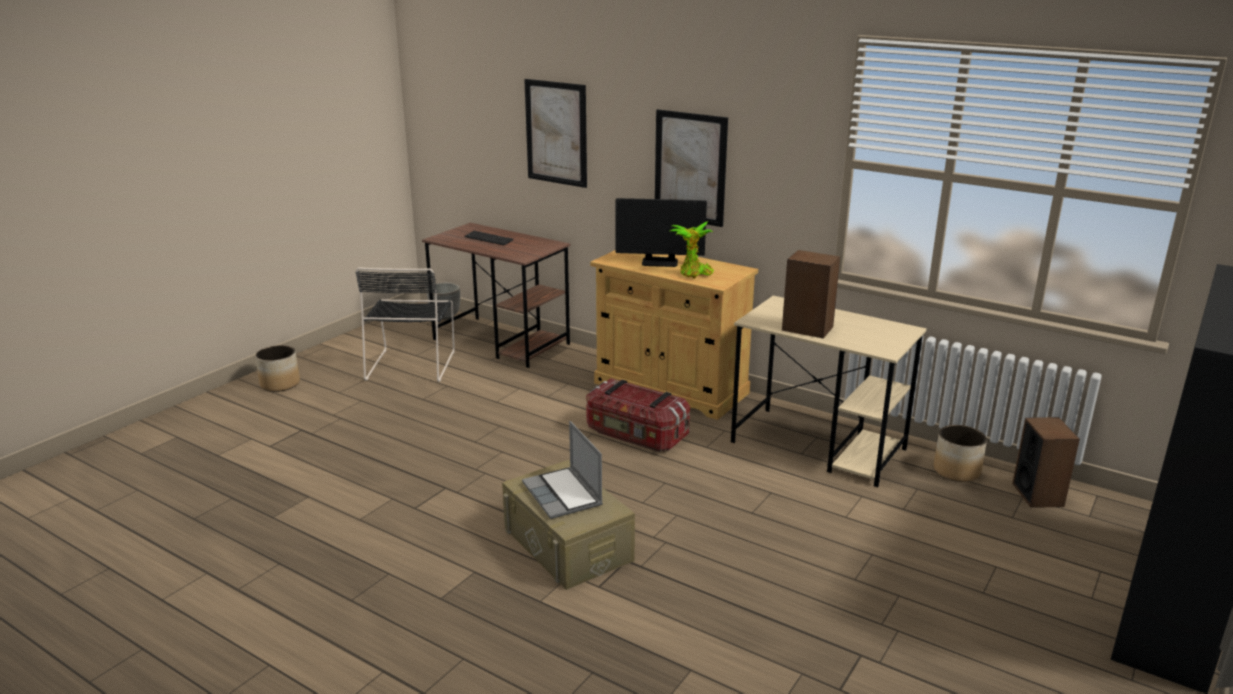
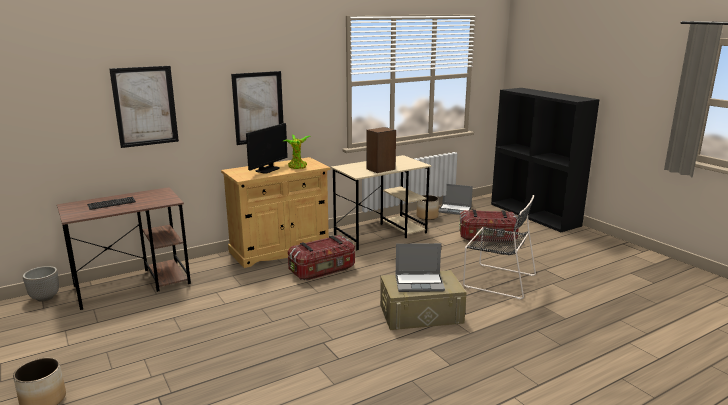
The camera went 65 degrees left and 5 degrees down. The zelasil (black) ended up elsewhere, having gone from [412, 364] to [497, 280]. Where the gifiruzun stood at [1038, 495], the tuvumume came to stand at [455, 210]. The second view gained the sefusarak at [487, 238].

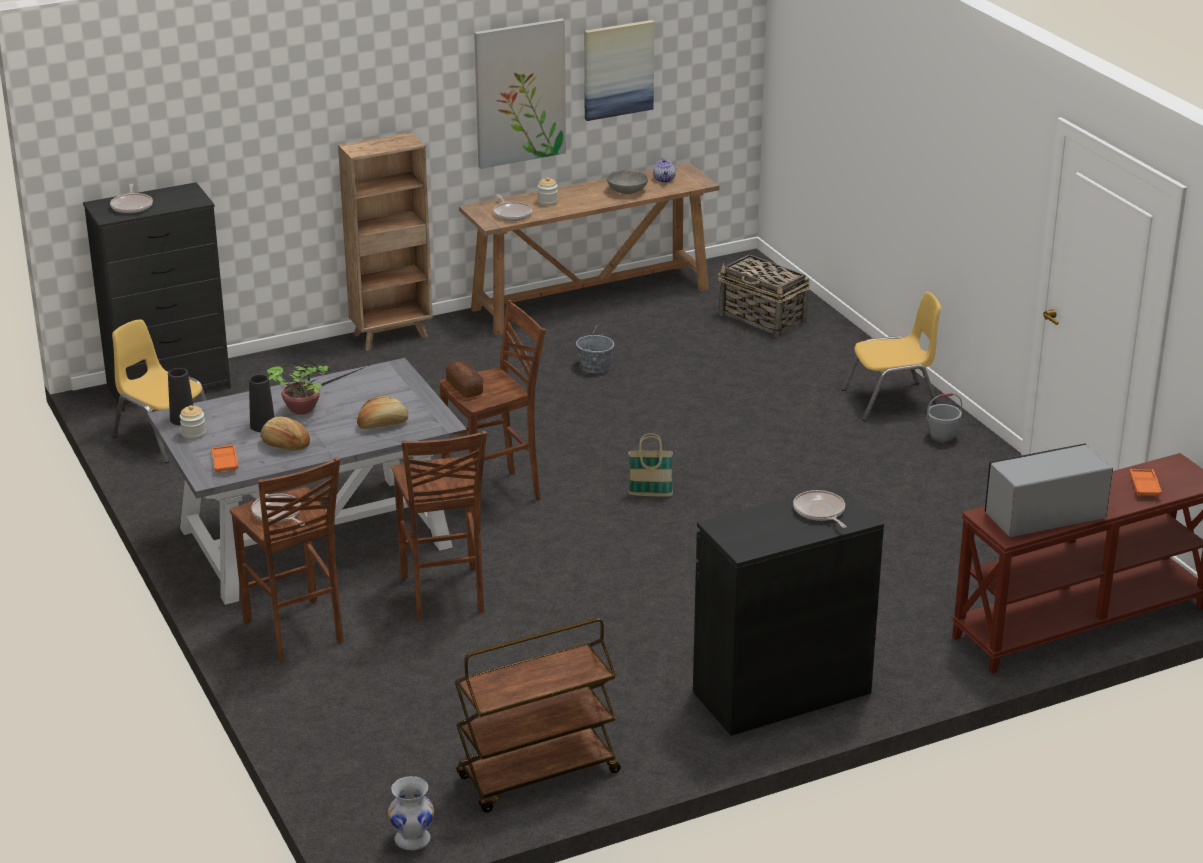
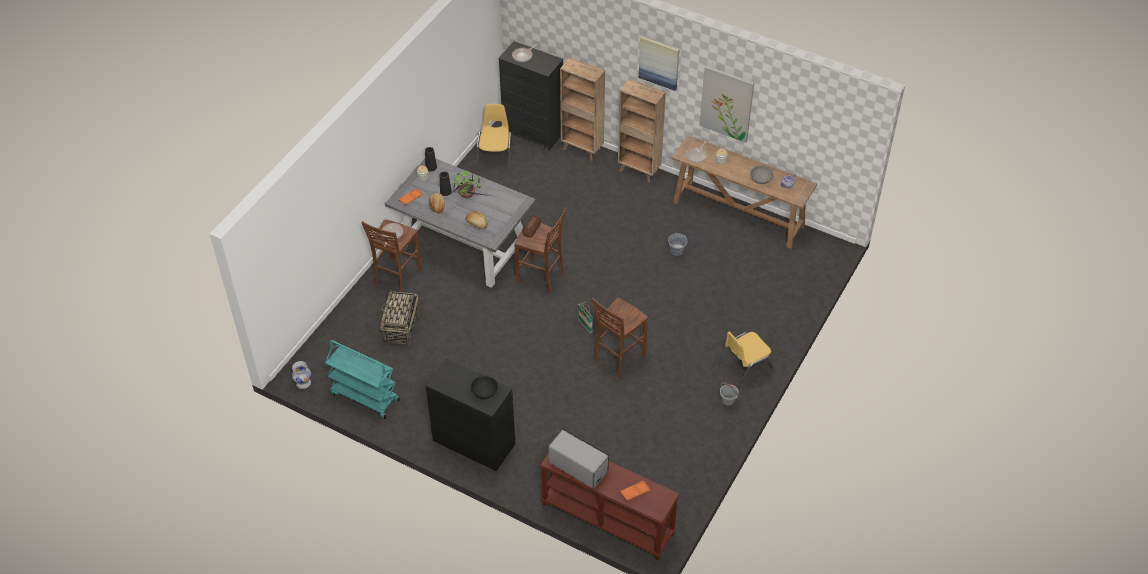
The camera went 55 degrees right and 20 degrees up. The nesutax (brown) ended up elsewhere, having gone from [443, 596] to [618, 358]. What was the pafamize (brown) at [537, 776] turned into the pafamize (turquoise) at [364, 397]. The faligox ended up elsewhere, having gone from [618, 69] to [659, 62]. The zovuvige ended up elsewhere, having gone from [763, 318] to [401, 328]. Where the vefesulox stood at [820, 512], the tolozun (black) came to stand at [484, 392]. The zelasil (yellow) at [891, 401] ended up facing another way, 105 degrees clockwise from before. The second view gained the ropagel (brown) at [582, 149].

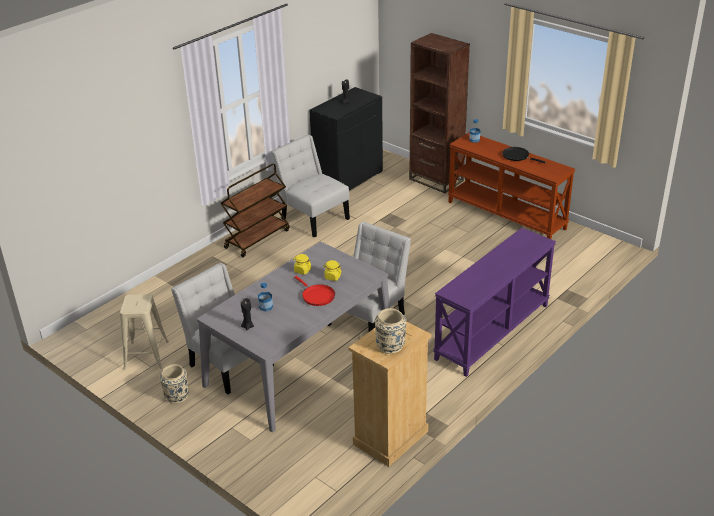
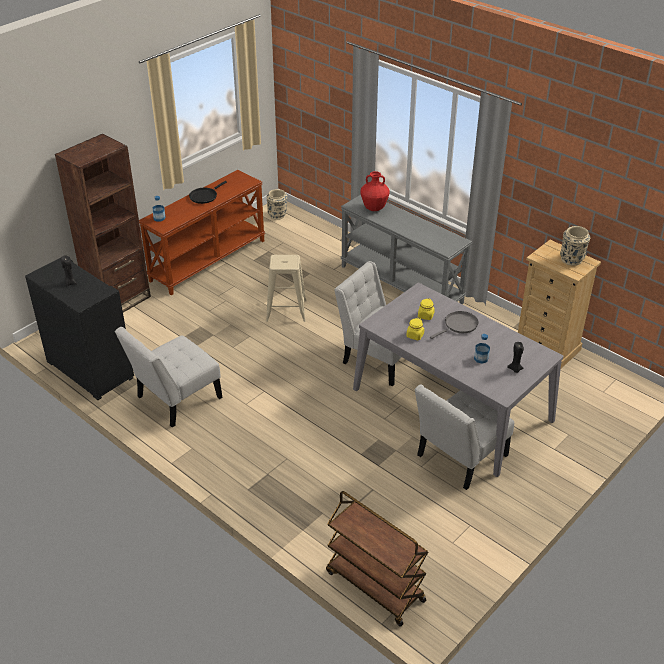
The camera went 90 degrees left and 5 degrees up. The nesutax (beige) ended up elsewhere, having gone from [146, 355] to [286, 311]. The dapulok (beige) ended up elsewhere, having gone from [177, 396] to [277, 215]. The pafamize (brown) ended up elsewhere, having gone from [257, 238] to [374, 586]. What was the vefesulox (red) at [317, 296] turned into the vefesulox (grey) at [459, 325]. What was the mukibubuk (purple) at [493, 332] turned into the mukibubuk (grey) at [402, 284]. The second view gained the dapulok (red) at [374, 208].

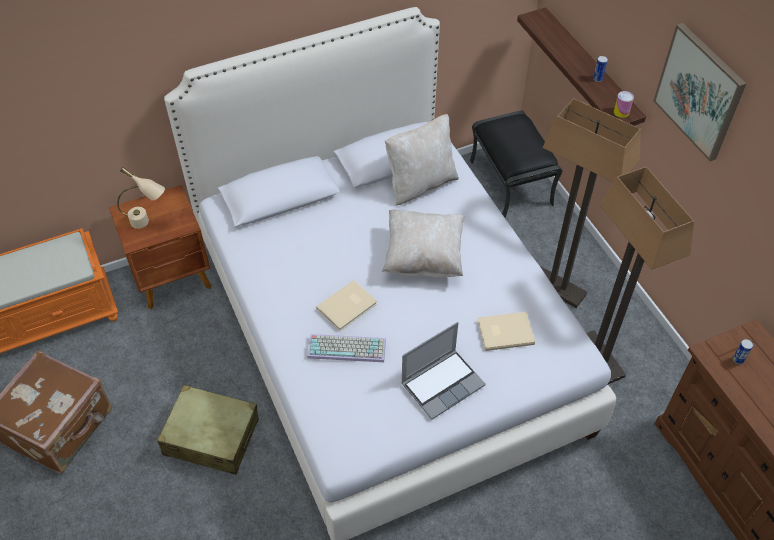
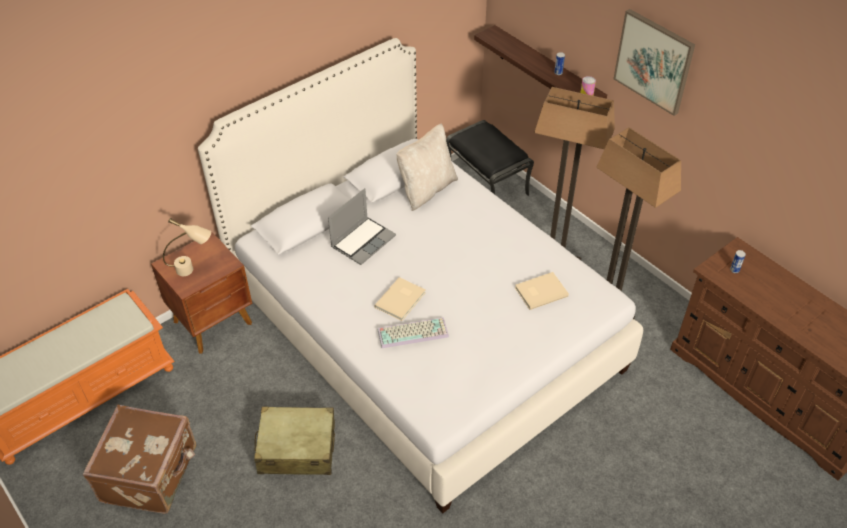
The camera went 15 degrees left and 5 degrees down. The second view lost the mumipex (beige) at [423, 257]. The tuvumume ended up elsewhere, having gone from [443, 383] to [363, 241].

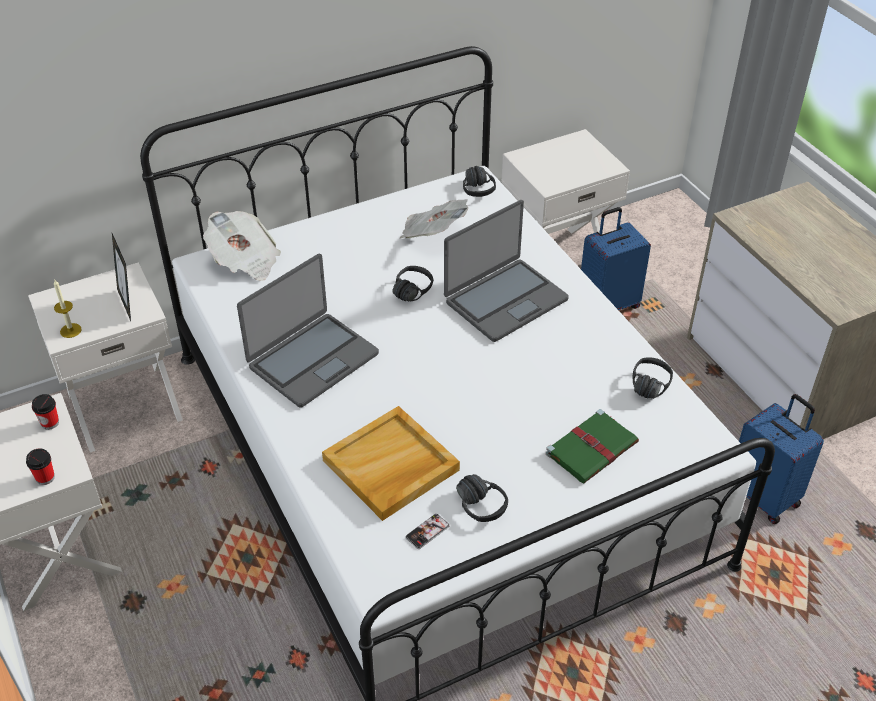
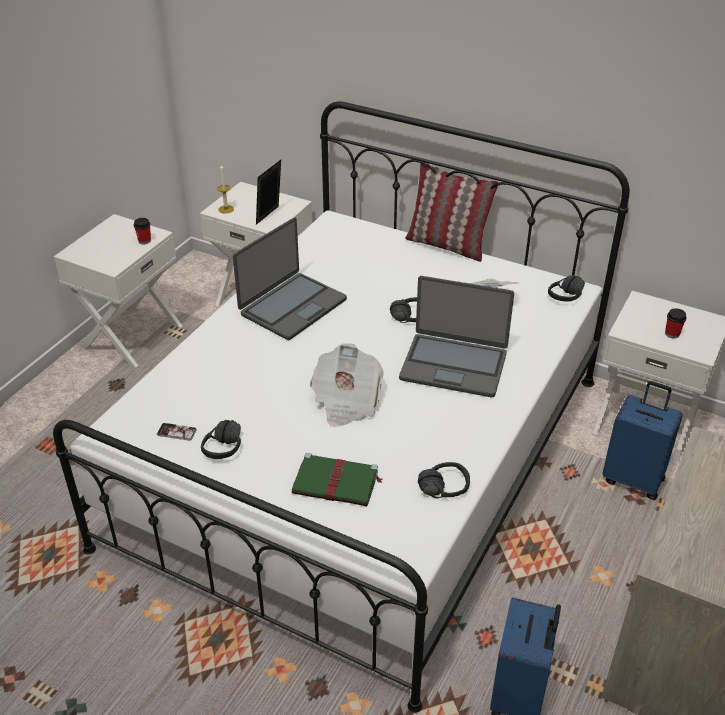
The camera went 55 degrees right and 5 degrees down. The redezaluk ended up elsewhere, having gone from [45, 478] to [672, 334]. The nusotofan ended up elsewhere, having gone from [245, 261] to [346, 401]. The tuvumume at [312, 360] ended up facing another way, 60 degrees counterclockwise from before. The second view lost the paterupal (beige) at [390, 466]. The second view gained the mumipex at [447, 245].

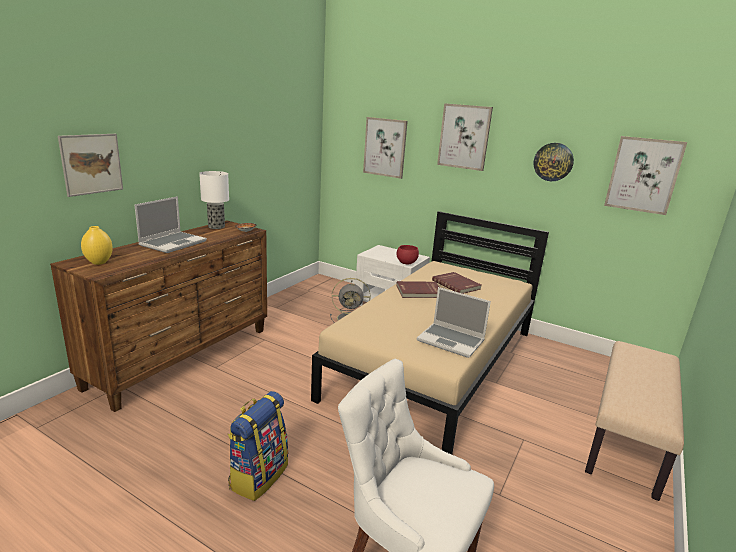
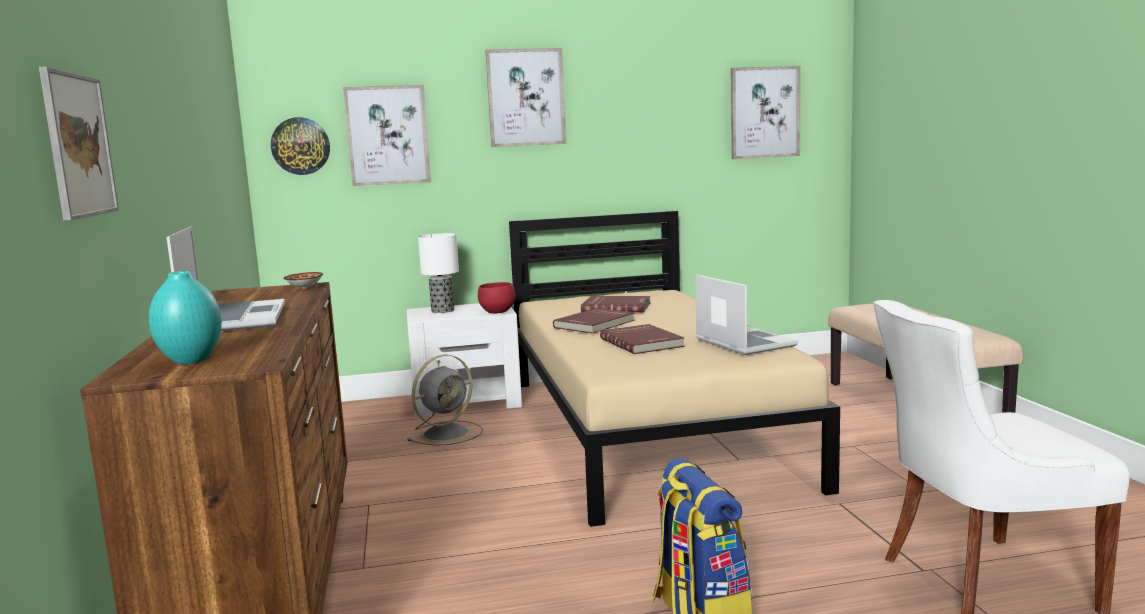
The camera went 40 degrees left and 10 degrees down. What was the dapulok (yellow) at [99, 262] turned into the dapulok (turquoise) at [192, 360]. The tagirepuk ended up elsewhere, having gone from [216, 227] to [442, 311]. The tuvumume at [451, 341] ended up facing another way, 105 degrees counterclockwise from before. The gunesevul ended up elsewhere, having gone from [553, 162] to [300, 146]. The second view gained the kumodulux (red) at [643, 342].

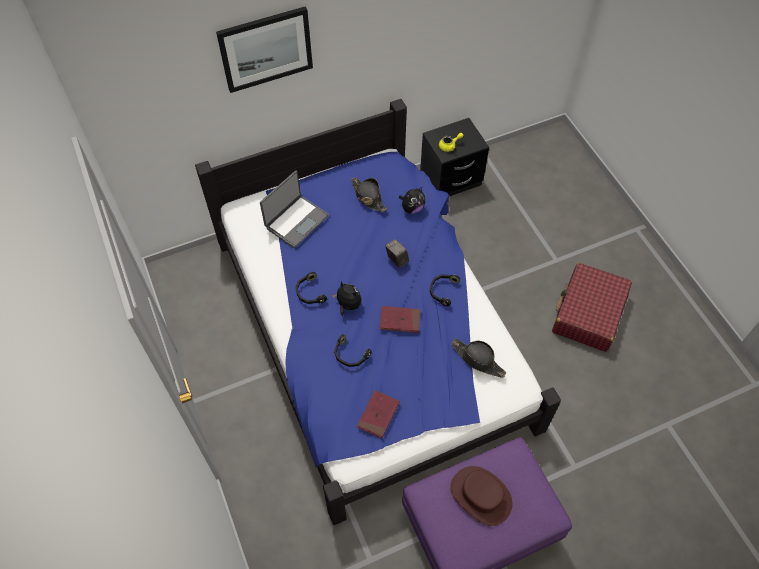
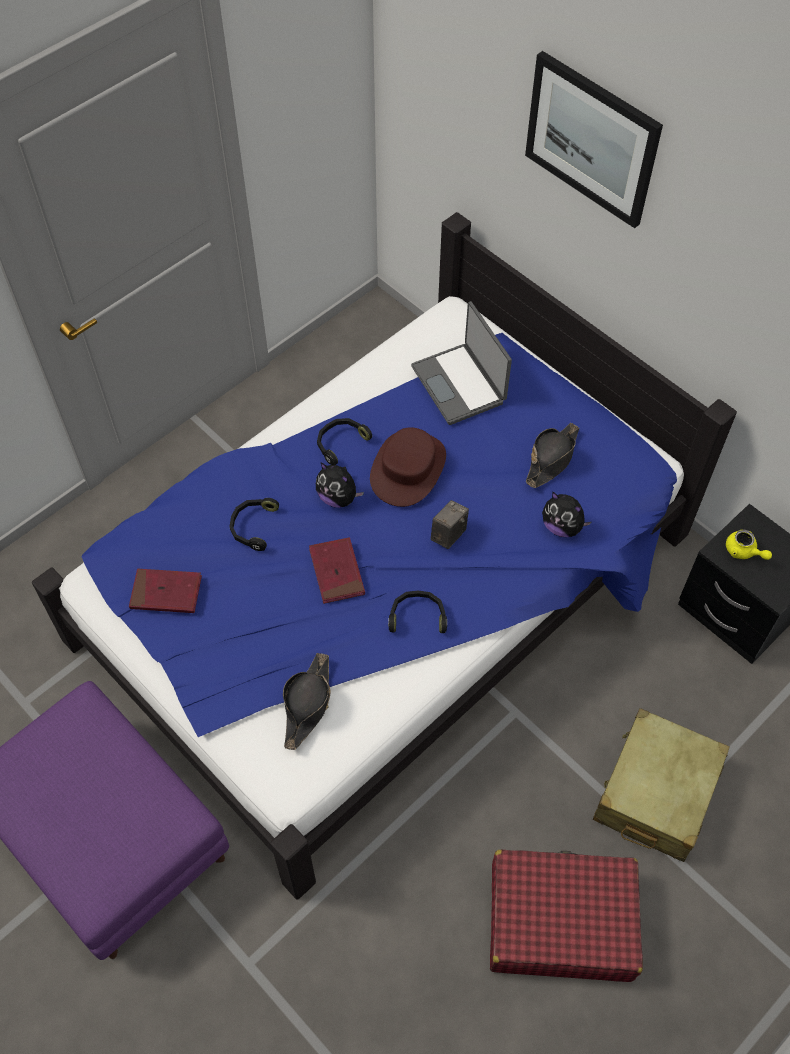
The camera went 70 degrees right and 0 degrees up. The tuvumume at [296, 221] ended up facing another way, 45 degrees clockwise from before. The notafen at [348, 305] ended up facing another way, 105 degrees clockwise from before. The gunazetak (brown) ended up elsewhere, having gone from [481, 496] to [408, 469]. The second view gained the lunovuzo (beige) at [656, 792].

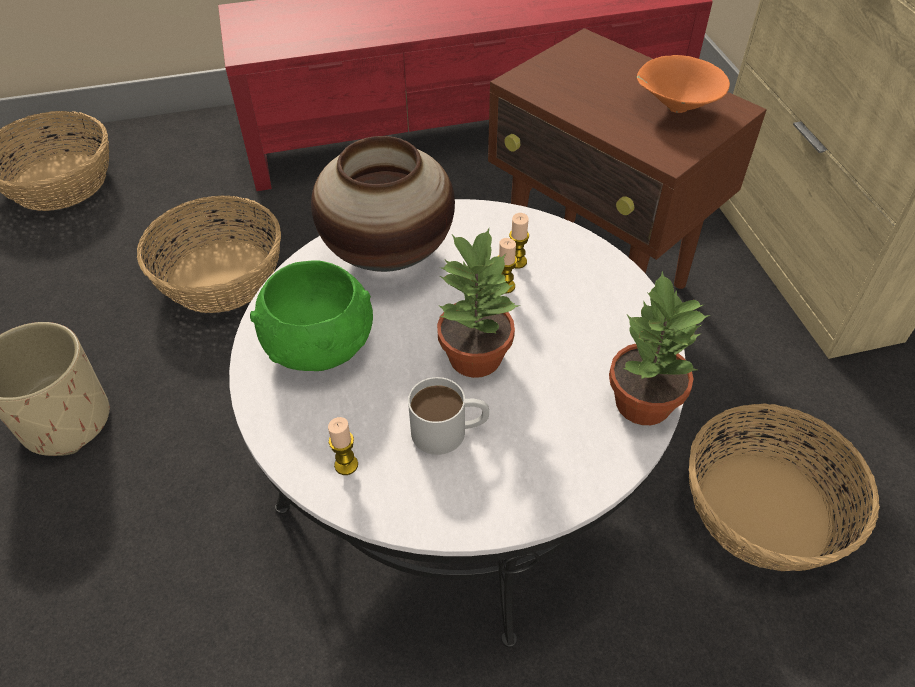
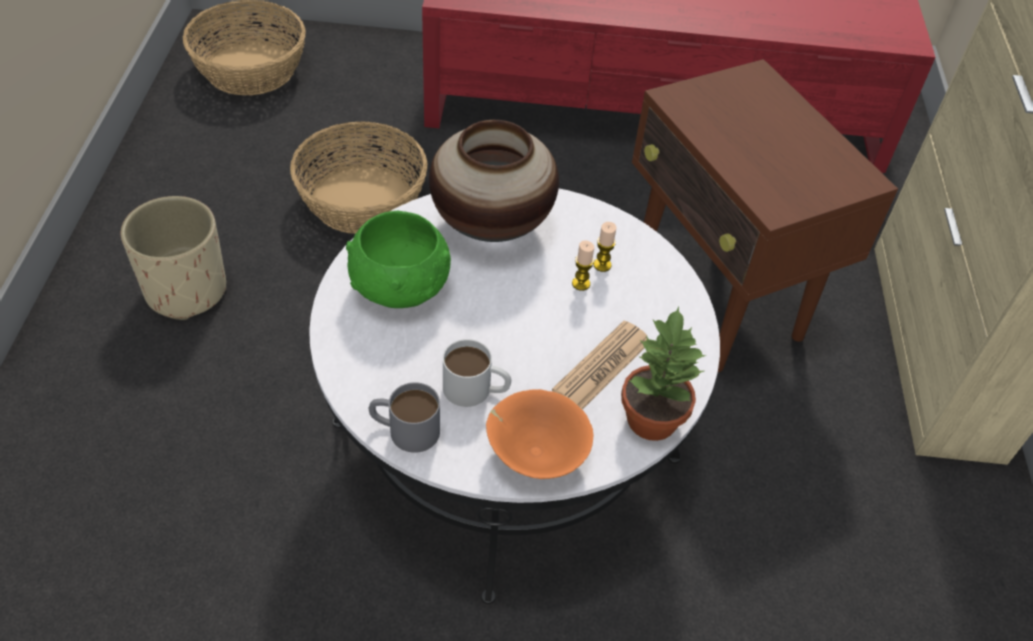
The camera went 15 degrees right and 0 degrees up. The second view lost the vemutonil at [346, 465]. The second view lost the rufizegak at [475, 355]. The tolozun (orange) ended up elsewhere, having gone from [675, 107] to [535, 452]. The second view lost the zovuvige at [765, 510]. The second view gained the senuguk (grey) at [404, 429]. The second view gained the nusotofan at [602, 366].

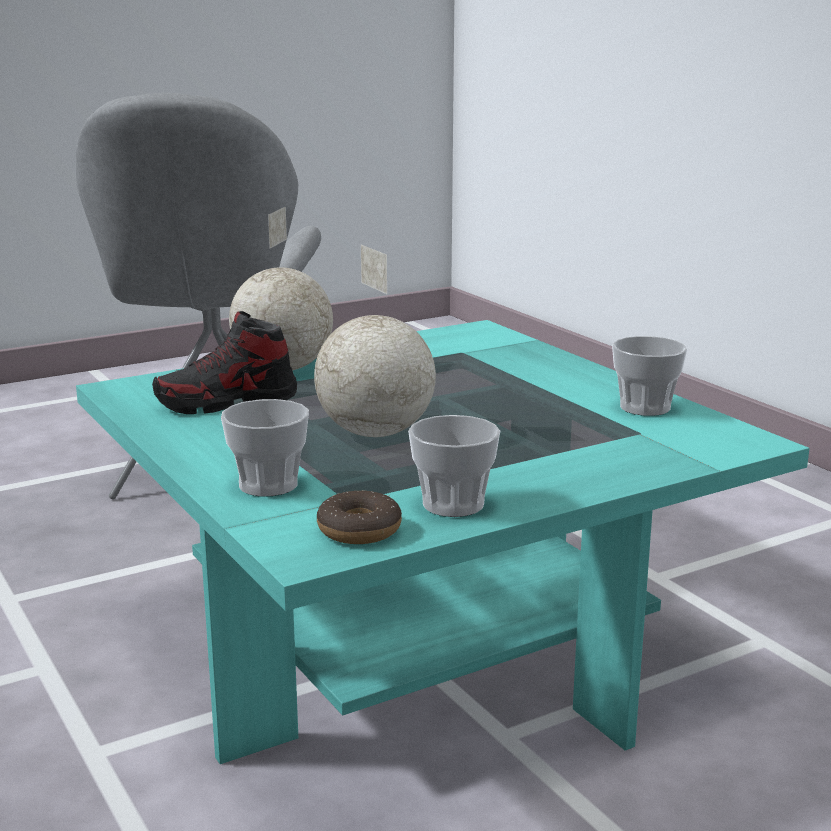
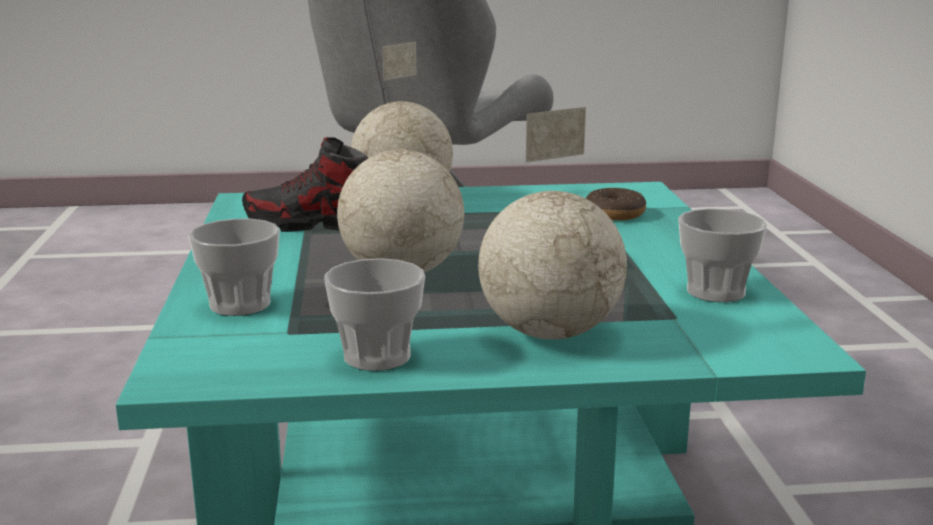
The camera went 25 degrees right and 0 degrees up. The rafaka ended up elsewhere, having gone from [359, 530] to [614, 214]. The second view gained the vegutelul at [547, 333].

